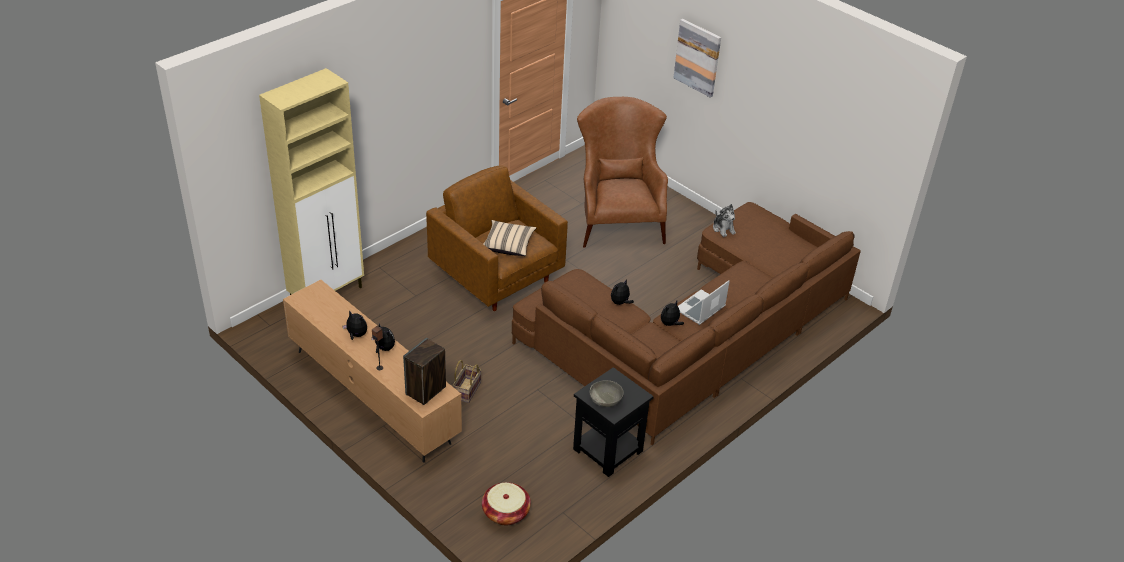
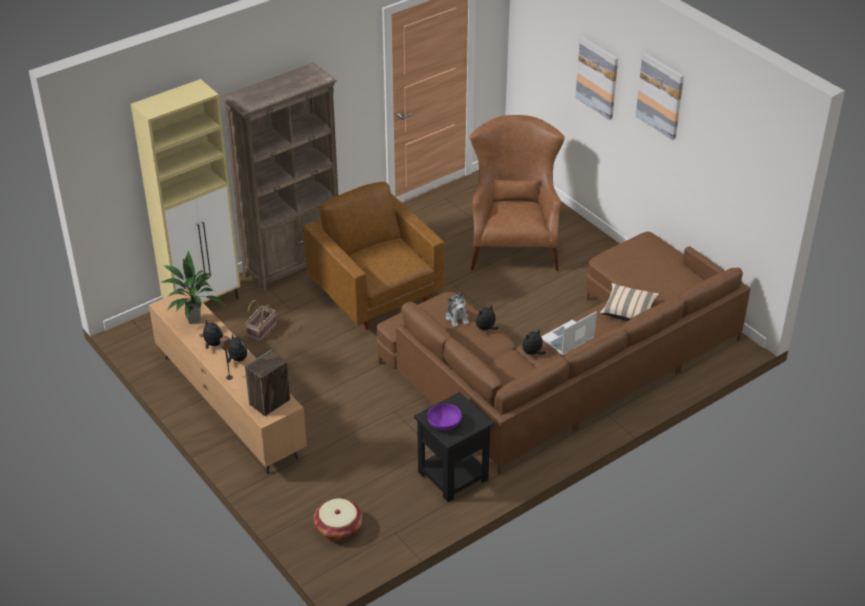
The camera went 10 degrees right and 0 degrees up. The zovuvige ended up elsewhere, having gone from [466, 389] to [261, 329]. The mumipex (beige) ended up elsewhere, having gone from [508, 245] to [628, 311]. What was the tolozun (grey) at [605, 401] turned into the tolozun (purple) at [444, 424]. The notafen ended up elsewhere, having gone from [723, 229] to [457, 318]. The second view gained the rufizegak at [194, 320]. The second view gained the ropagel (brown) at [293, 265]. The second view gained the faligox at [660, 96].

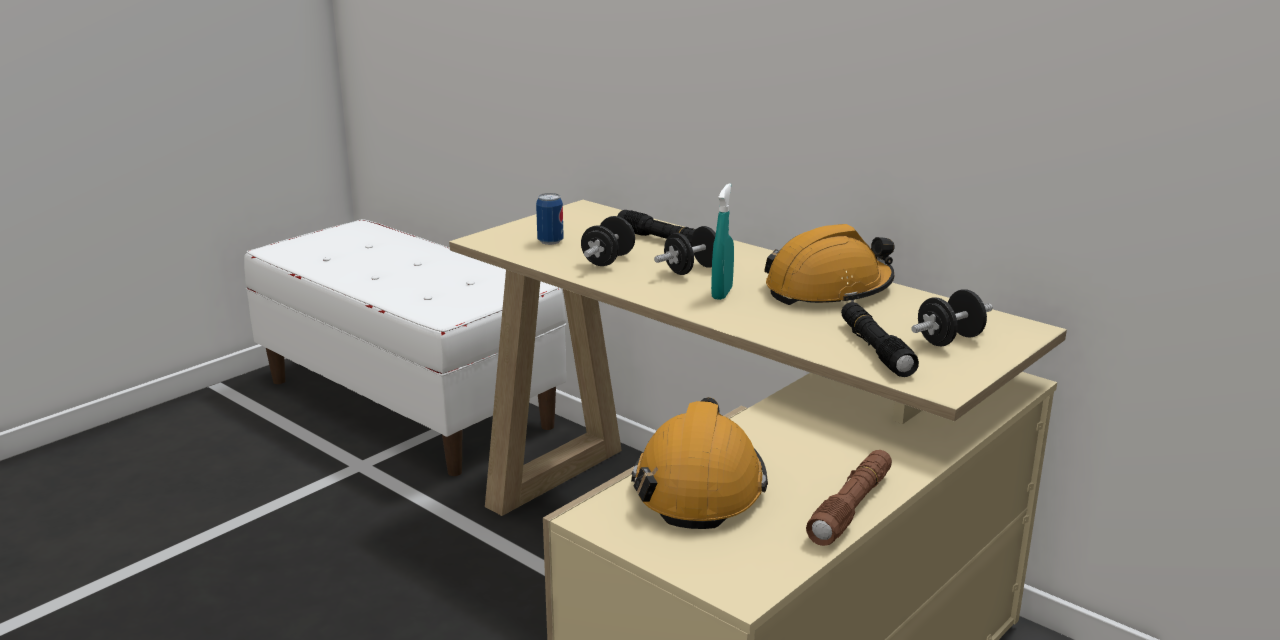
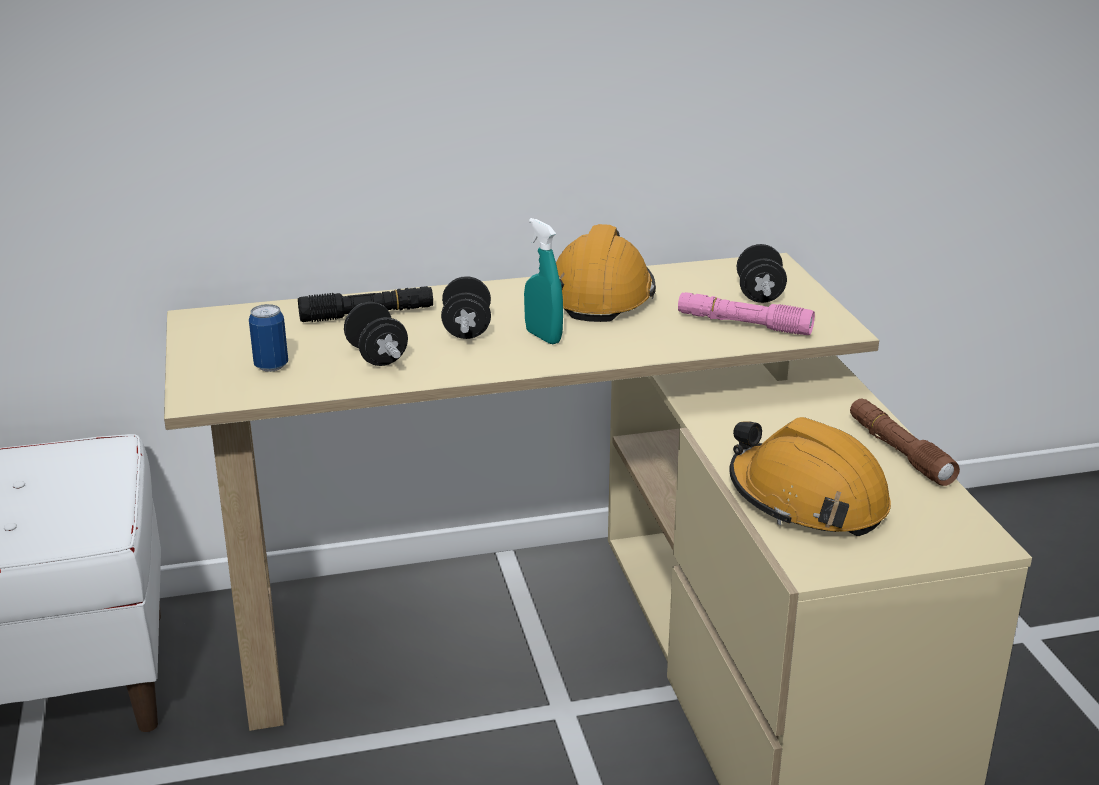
The camera went 55 degrees left and 5 degrees up. What was the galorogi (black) at [875, 349] turned into the galorogi (pink) at [743, 324].

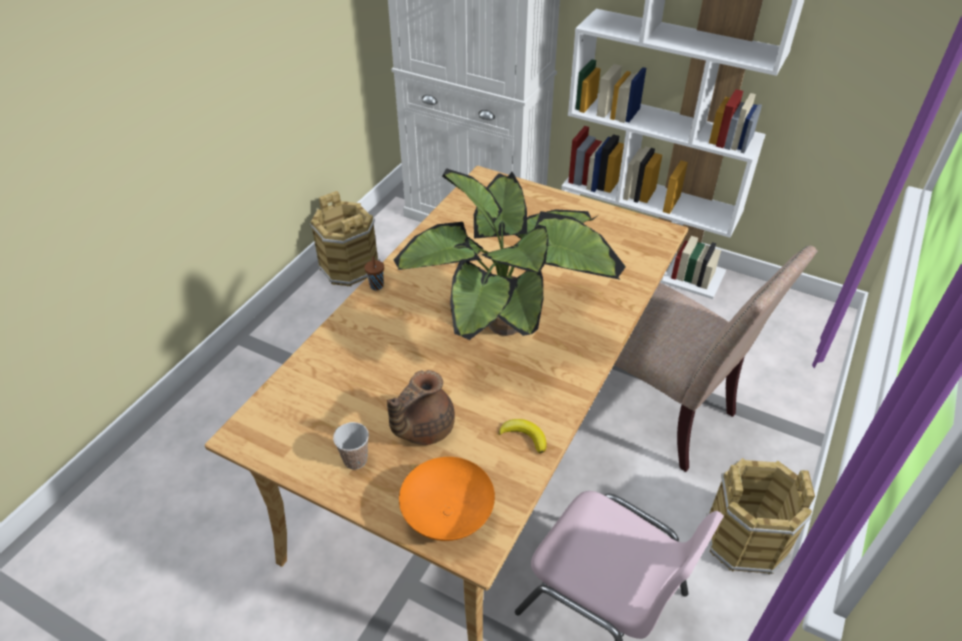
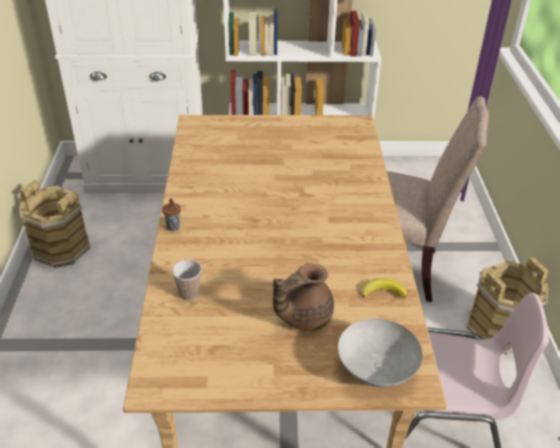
The camera went 30 degrees left and 5 degrees down. The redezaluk ended up elsewhere, having gone from [355, 460] to [189, 293]. The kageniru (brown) at [422, 428] ended up facing another way, 45 degrees clockwise from before. The second view lost the rufizegak at [509, 328]. What was the tolozun (orange) at [446, 516] turned into the tolozun (grey) at [375, 370].

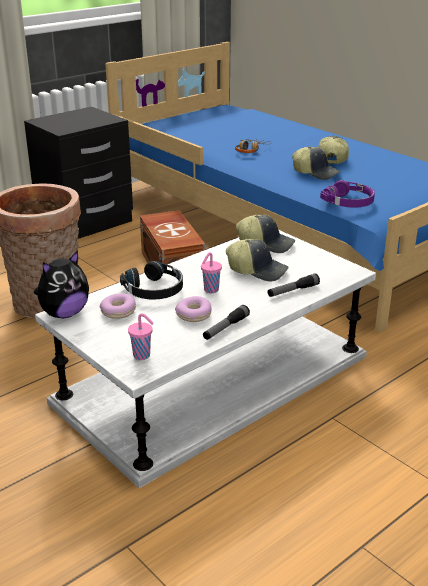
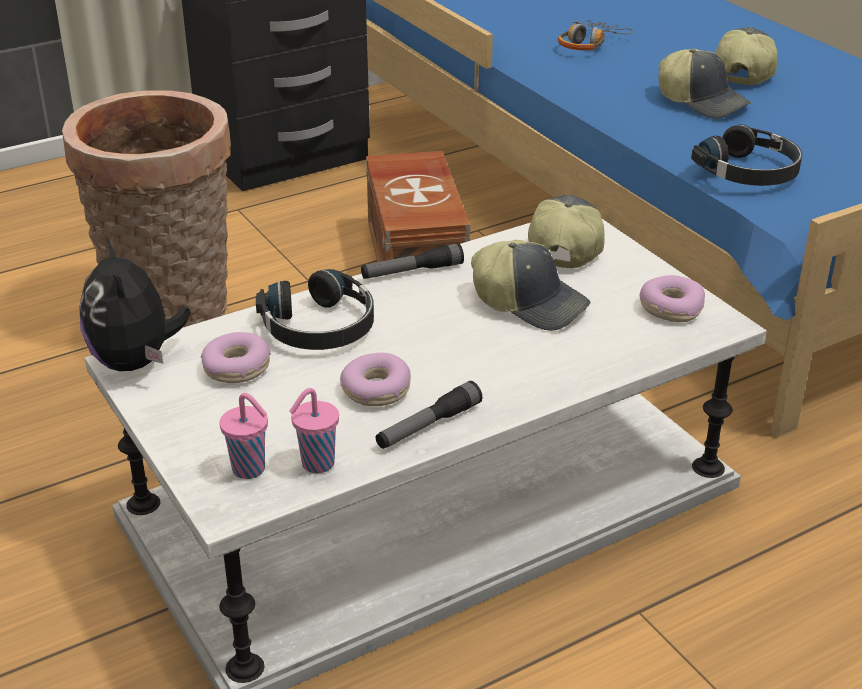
The camera went 10 degrees right and 5 degrees up. The notafen at [64, 313] ended up facing another way, 105 degrees clockwise from before. The redezaluk (pink) ended up elsewhere, having gone from [210, 290] to [316, 464]. The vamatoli at [266, 244] ended up facing another way, 105 degrees counterclockwise from before. The galorogi ended up elsewhere, having gone from [293, 291] to [412, 271]. What was the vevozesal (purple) at [349, 202] turned into the vevozesal (black) at [749, 172]. The second view gained the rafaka at [670, 308].

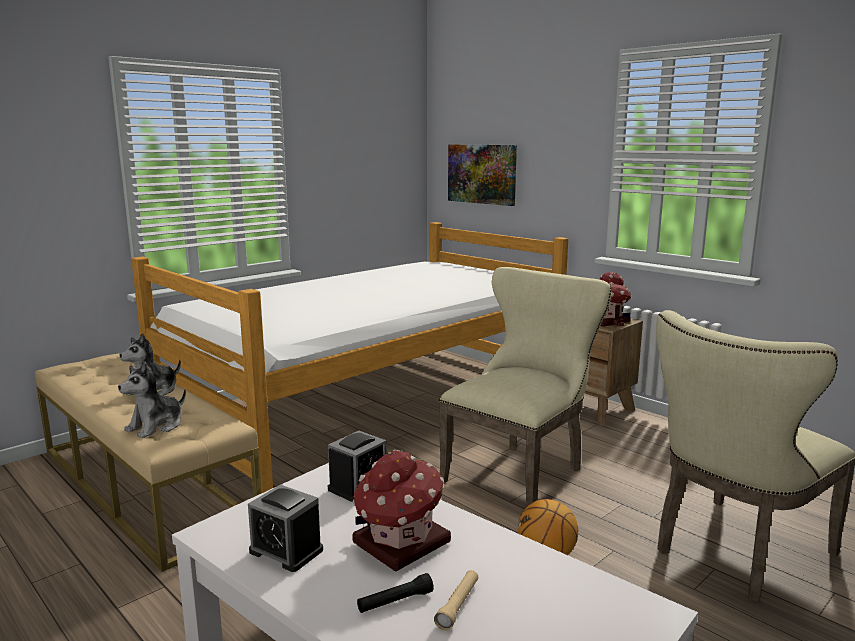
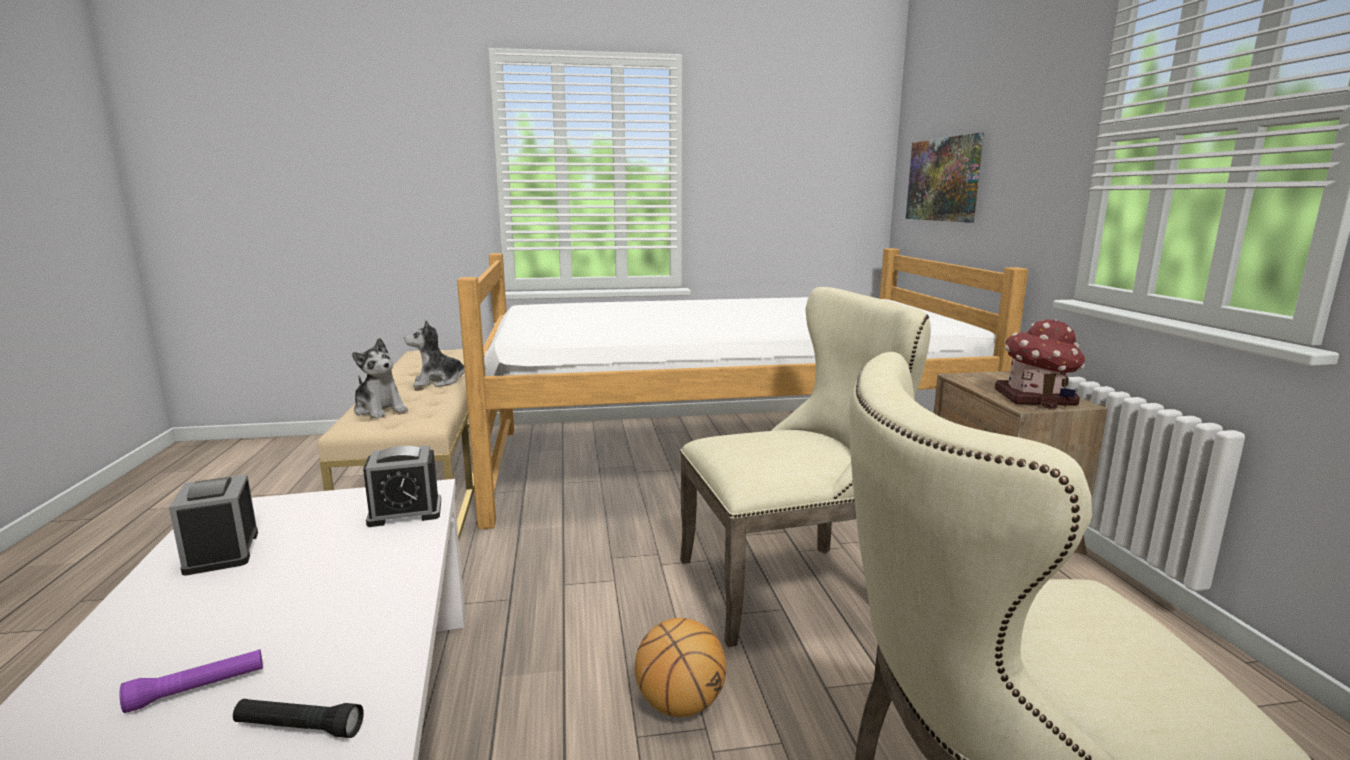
The camera went 35 degrees right and 0 degrees up. The notafen at [156, 426] ended up facing another way, 120 degrees counterclockwise from before. The second view lost the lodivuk at [399, 544]. The galorogi (black) ended up elsewhere, having gone from [395, 602] to [299, 728]. What was the galorogi (beige) at [458, 605] turned into the galorogi (purple) at [197, 689].

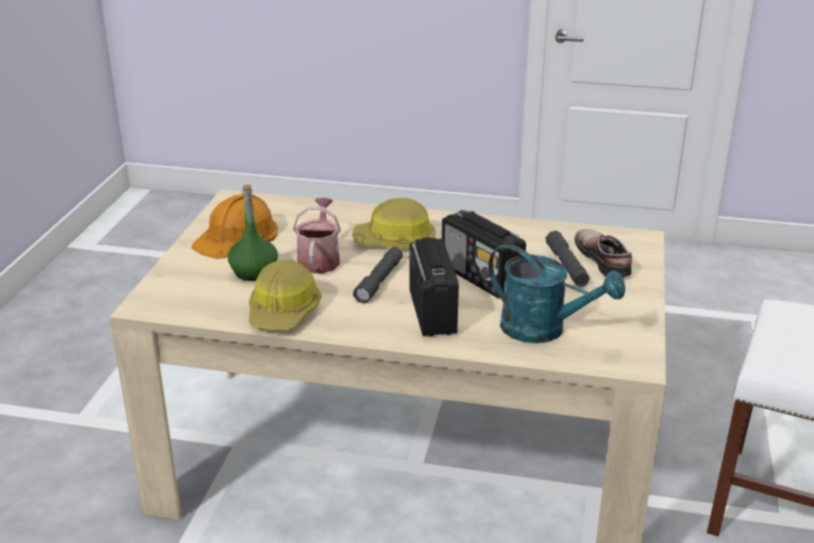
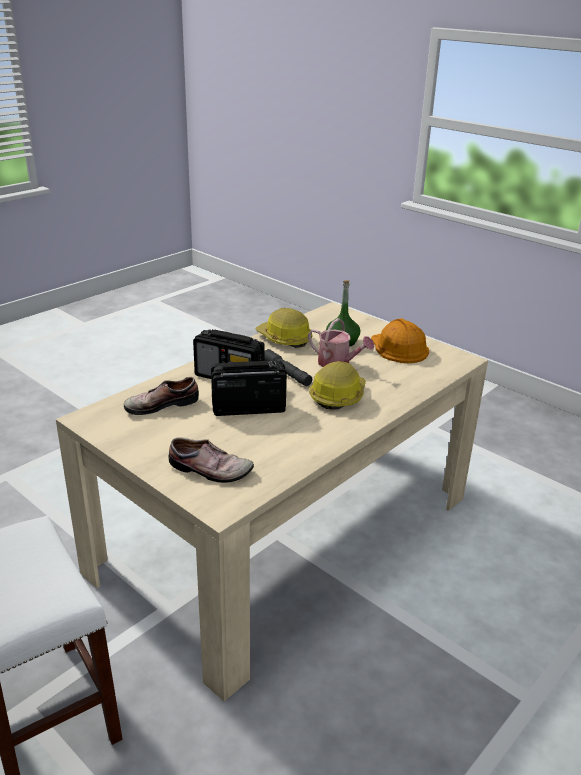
The camera went 120 degrees right and 0 degrees up. Where the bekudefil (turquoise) stood at [544, 330], the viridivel came to stand at [161, 404]. The second view lost the galorogi (grey) at [566, 266].

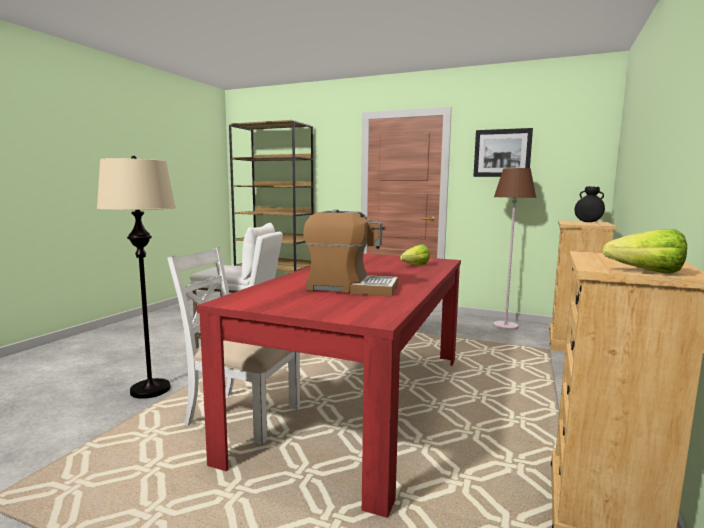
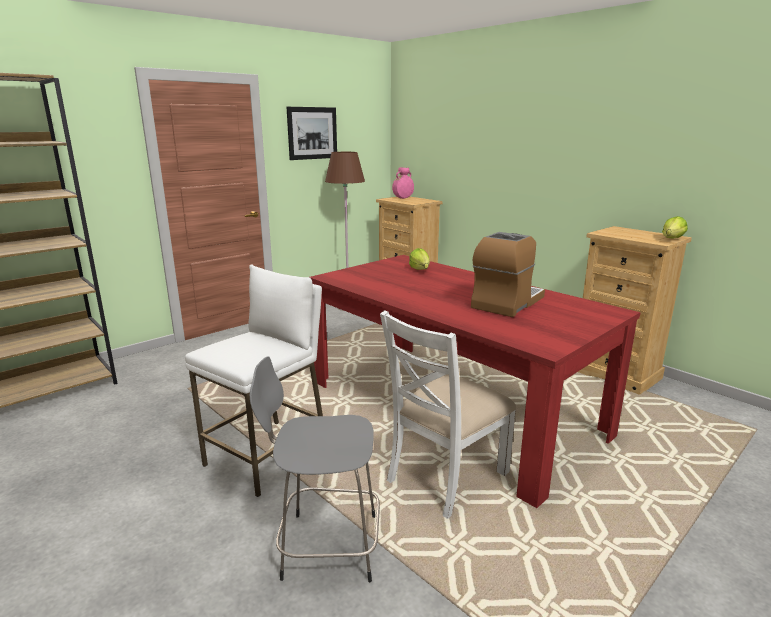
The camera went 65 degrees left and 10 degrees up. Where the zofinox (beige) stood at [150, 389], the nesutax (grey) came to stand at [326, 546]. What was the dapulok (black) at [588, 222] turned into the dapulok (pink) at [403, 198].

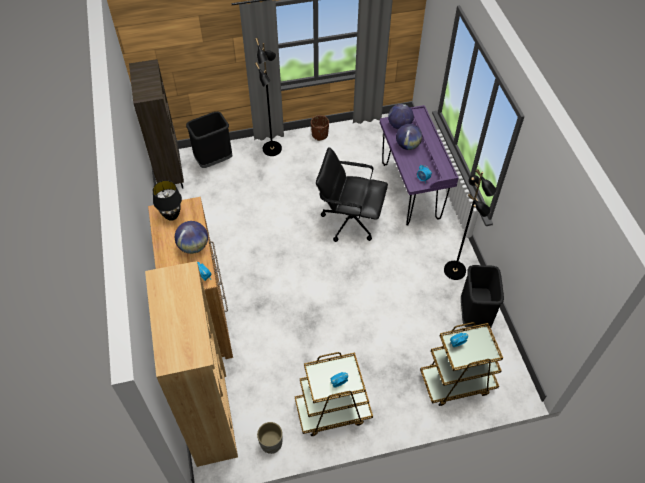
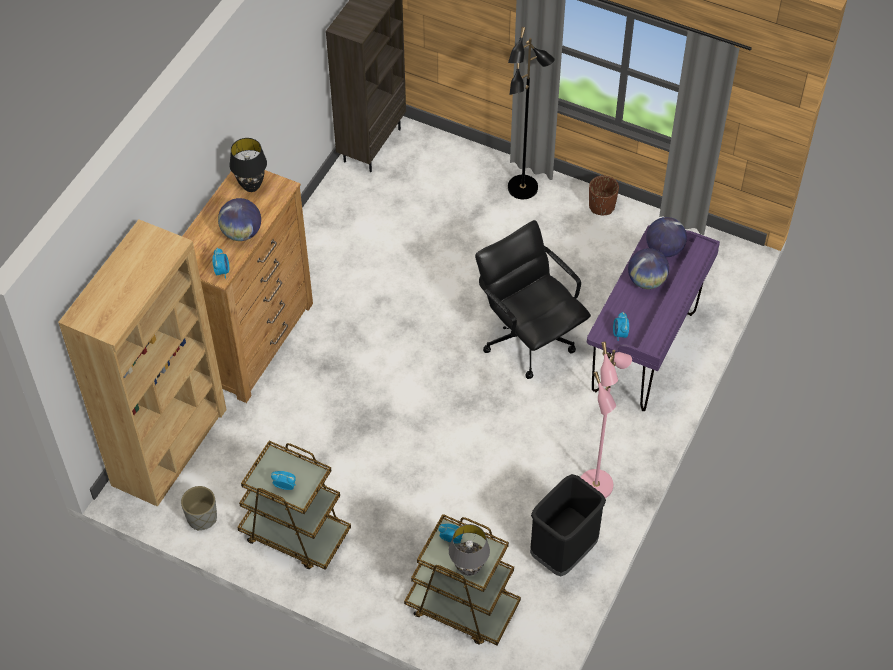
The camera went 40 degrees right and 0 degrees up. The second view lost the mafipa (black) at [214, 160]. What was the zofinox (black) at [455, 270] turned into the zofinox (pink) at [597, 486]. The second view gained the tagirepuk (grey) at [468, 569].

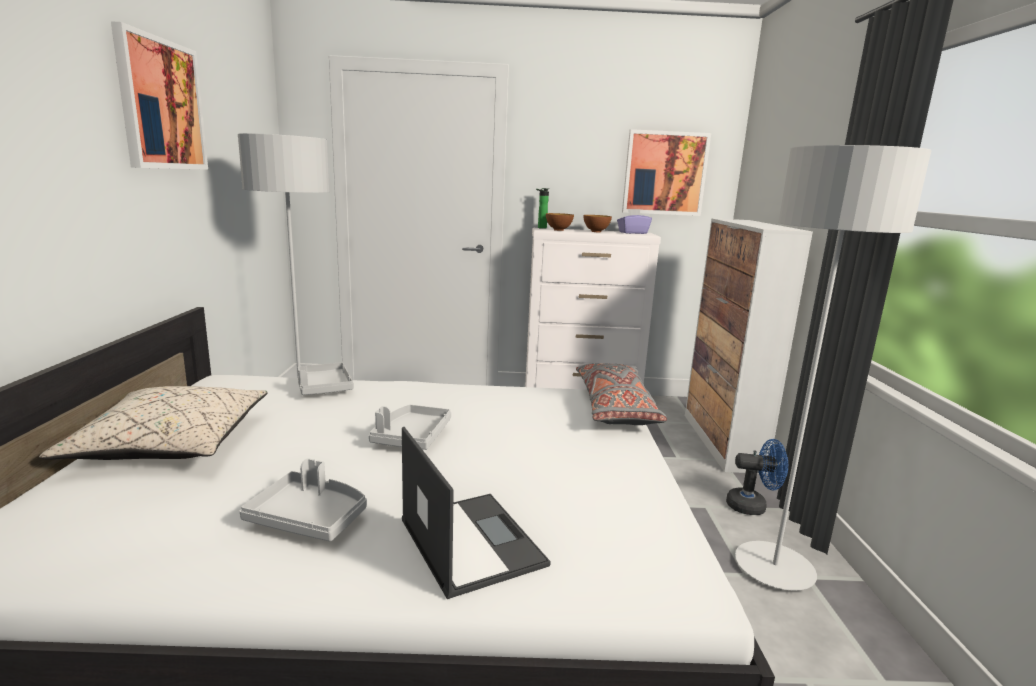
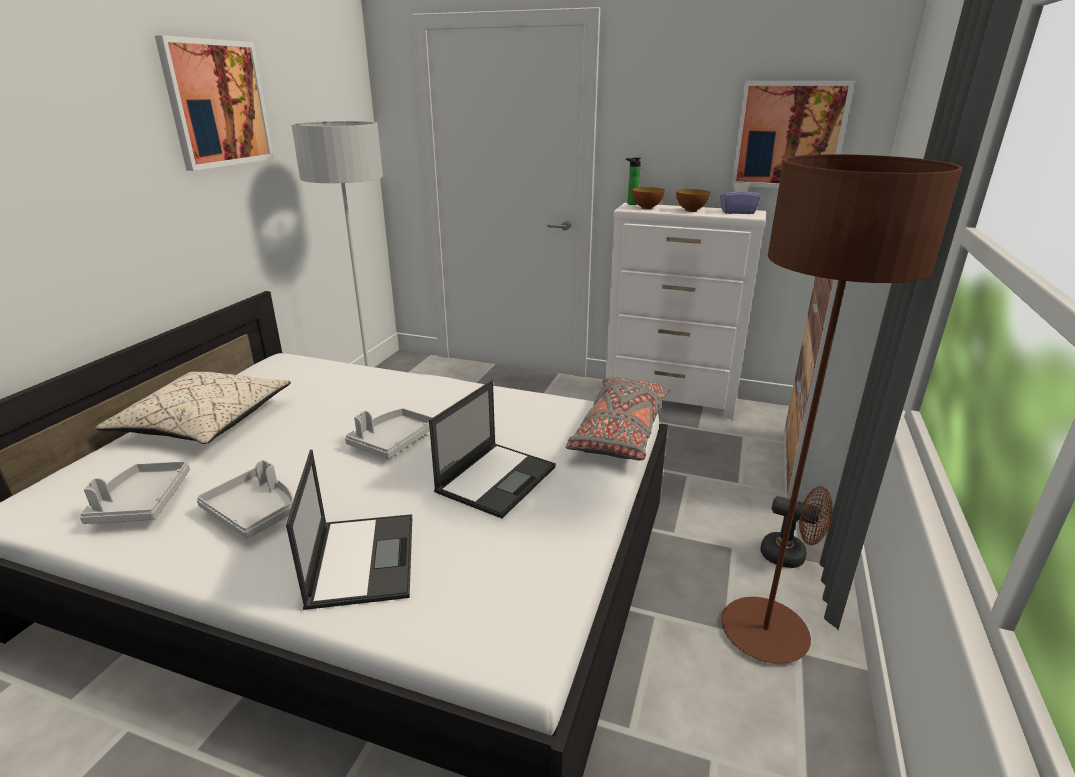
The camera went 20 degrees right and 10 degrees up. The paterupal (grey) ended up elsewhere, having gone from [324, 387] to [141, 503]. What was the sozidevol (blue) at [752, 506] turned into the sozidevol (brown) at [791, 556]. What was the zofinox (grey) at [774, 568] turned into the zofinox (brown) at [764, 632]. The second view gained the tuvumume at [497, 478].

